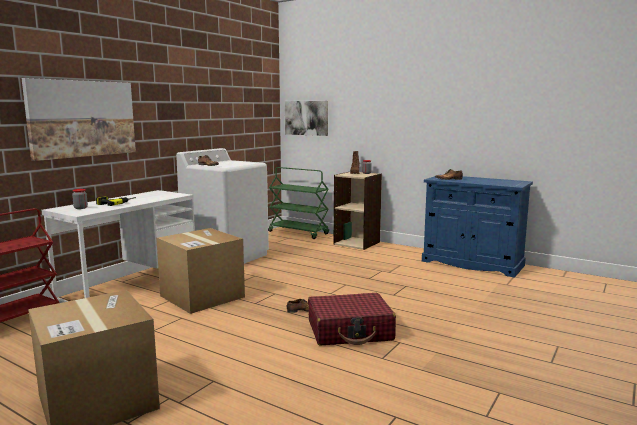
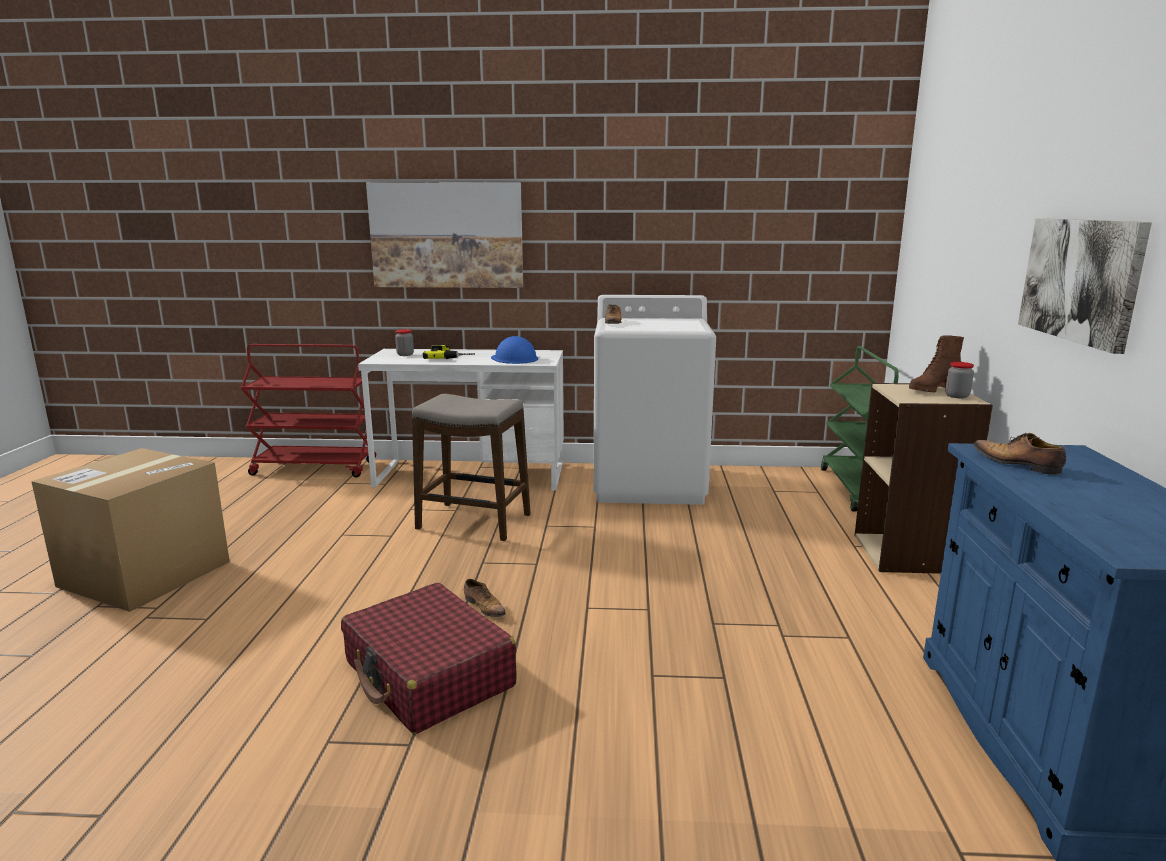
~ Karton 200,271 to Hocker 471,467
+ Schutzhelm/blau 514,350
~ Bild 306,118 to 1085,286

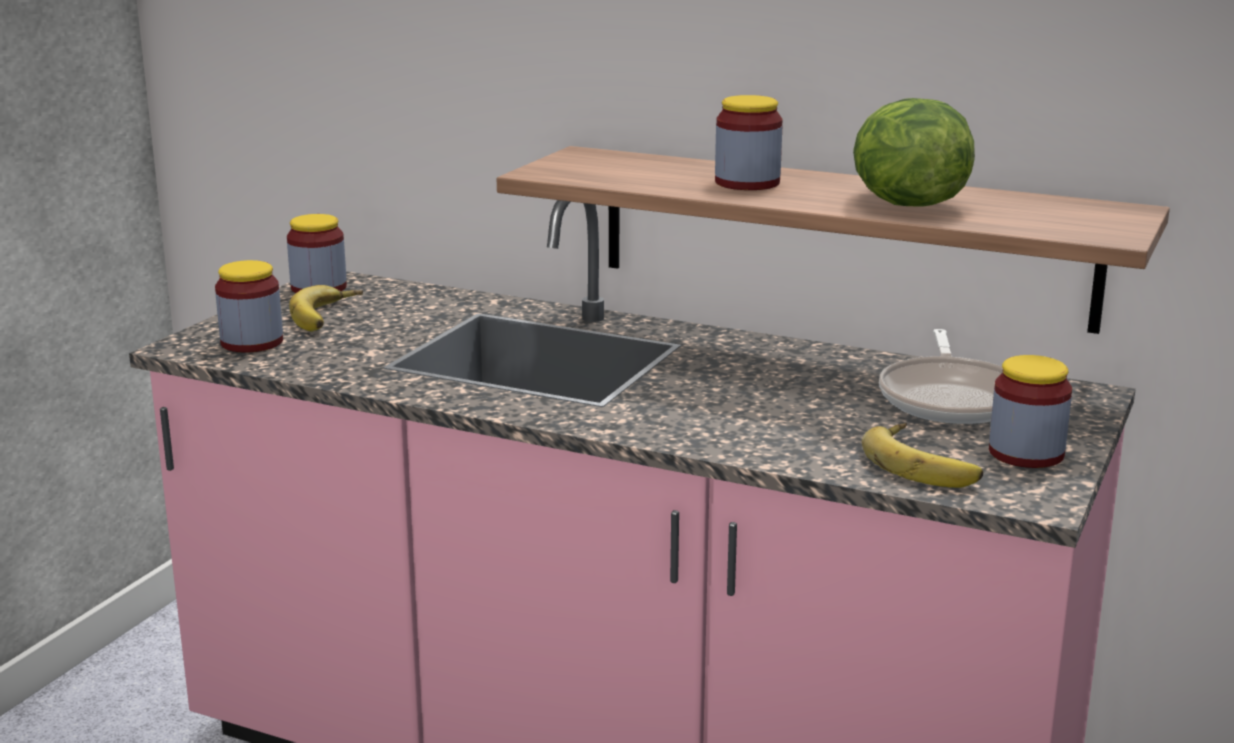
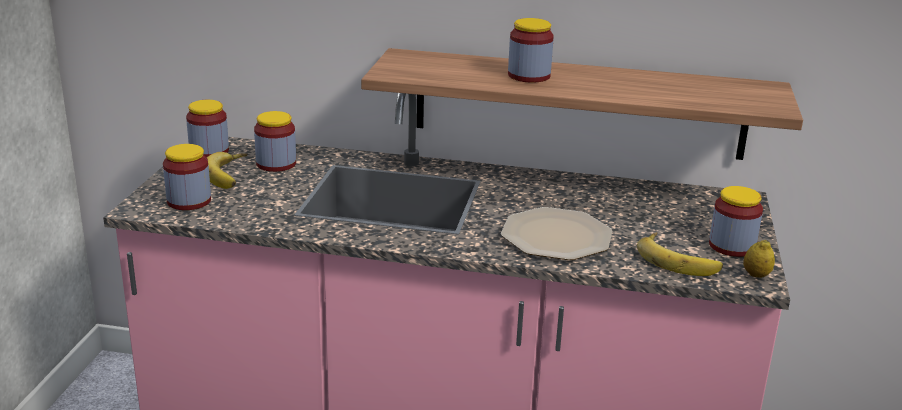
+ Vorratsglas 275,141
+ Teller 556,233
+ Zitrone 759,259
- Salatkopf 914,152
- Pfanne 941,376

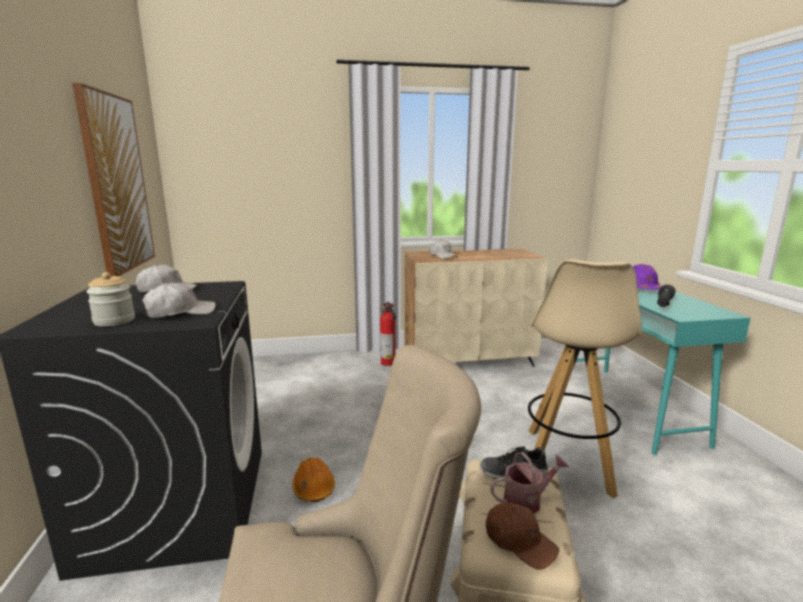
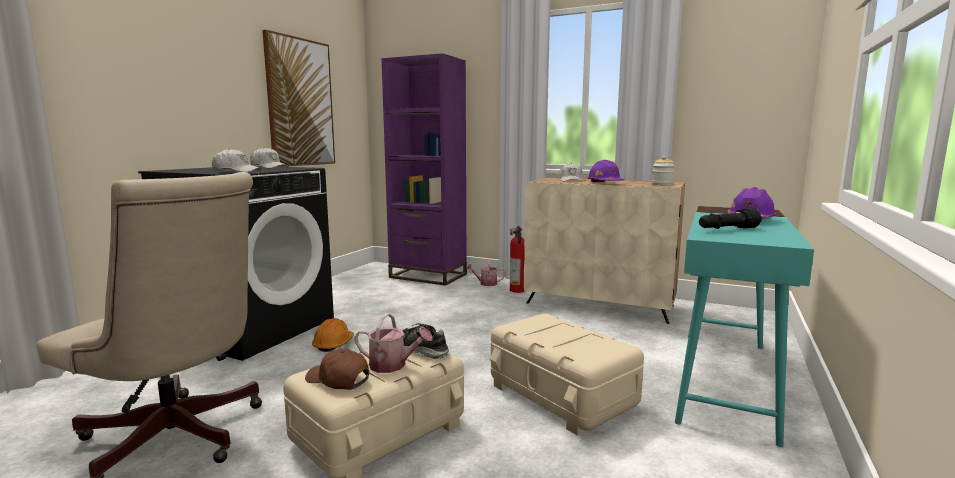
~ Kappe/braun 522,536 = 337,369 135 degrees clockwise
+ Bücherregal/lila 424,169
+ Gießkanne 486,272
~ Hocker/beige 585,379 to Aufbewahrungsbox/beige 567,375
+ Schutzhelm/lila 605,171
~ Vorratsglas 110,299 to 663,171

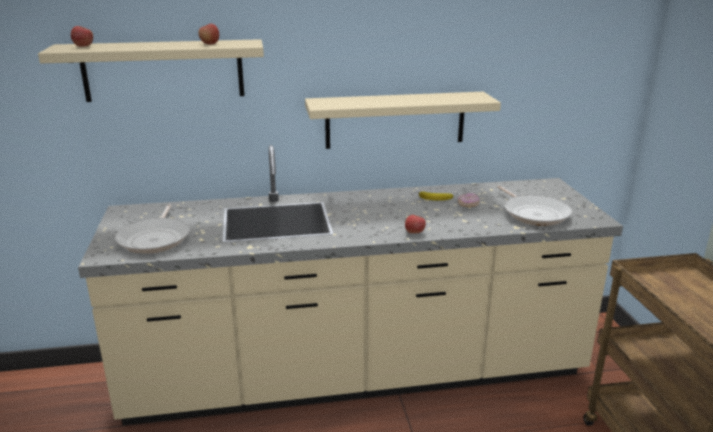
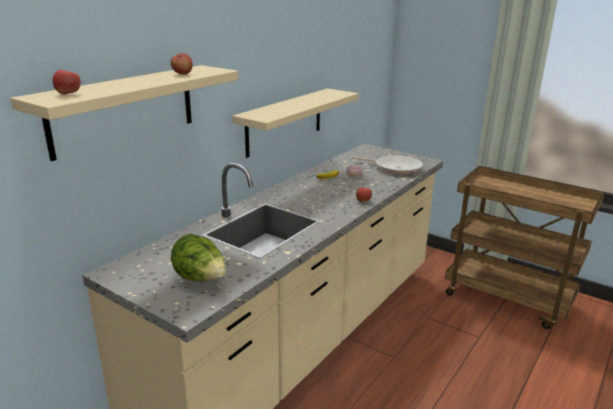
~ Pfanne 152,229 to Salatkopf 198,258

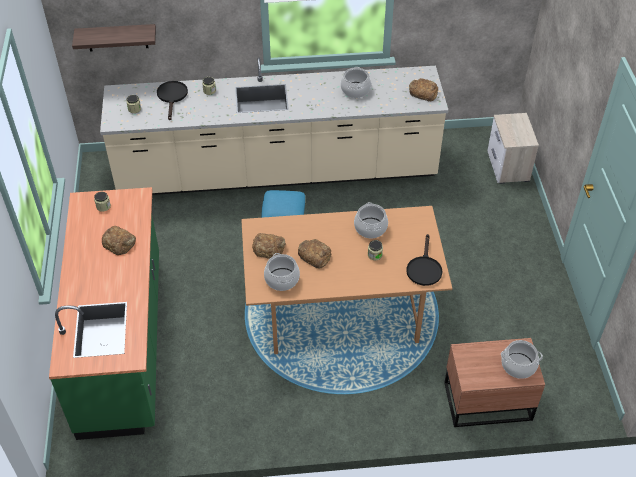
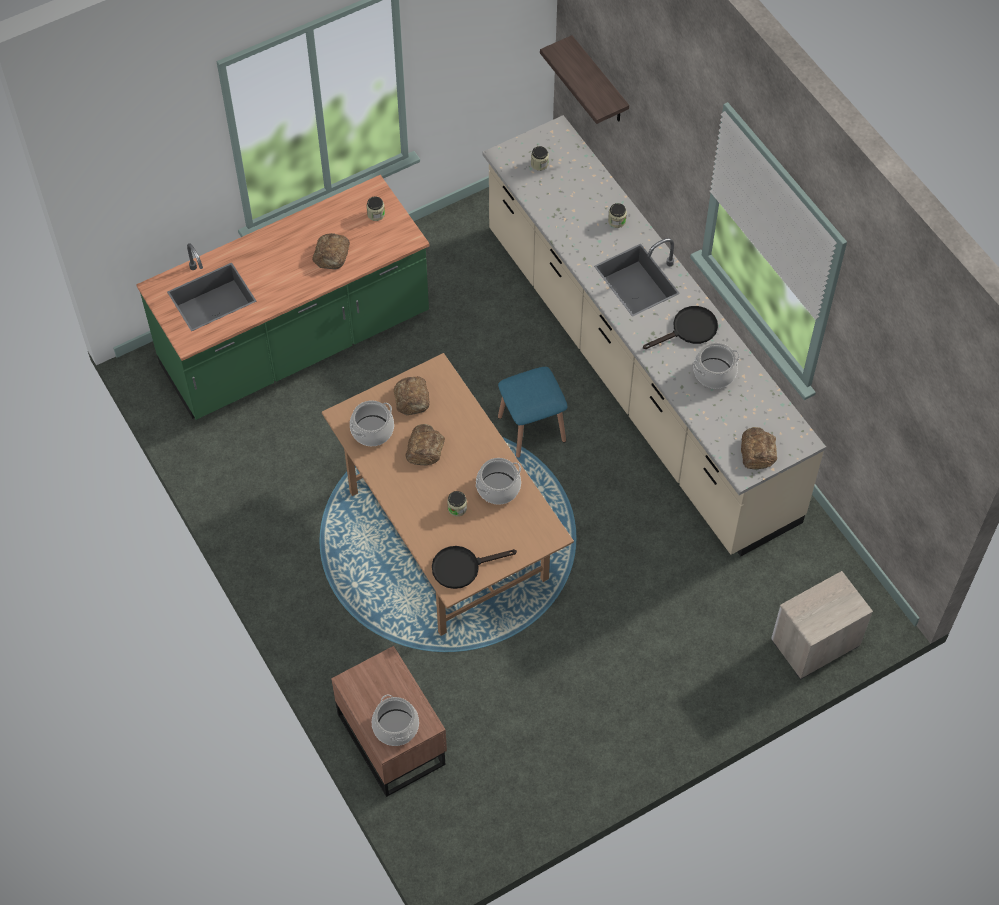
~ Pfanne/schwarz 172,100 to 680,327

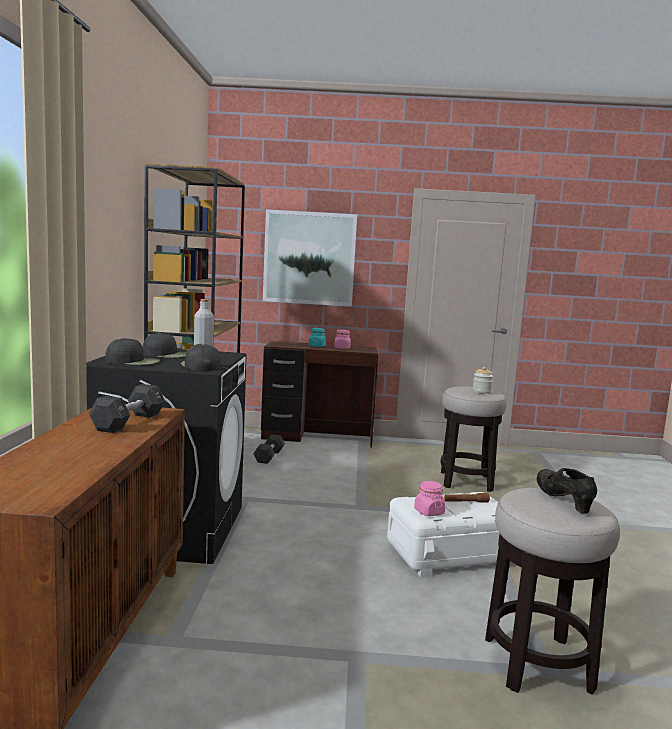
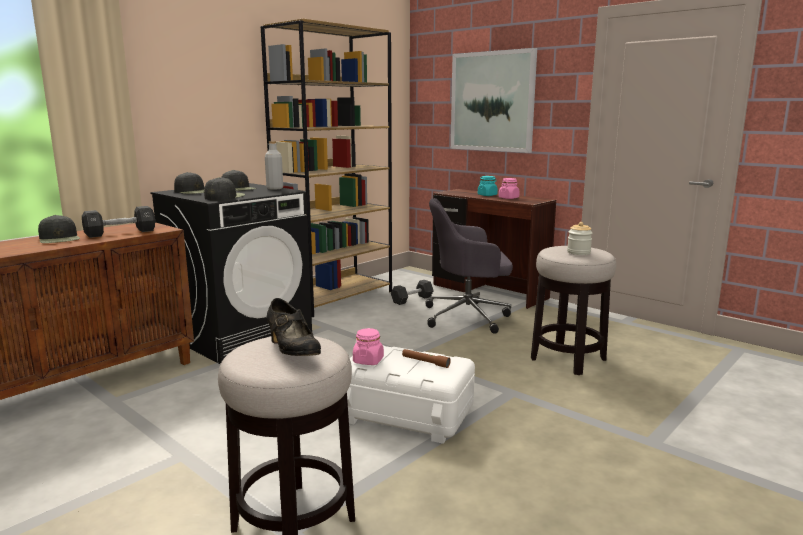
+ Kappe/schwarz 59,229
~ Schuh/schwarz 567,491 = 294,327 120 degrees clockwise
+ Bürostuhl/grau 469,266

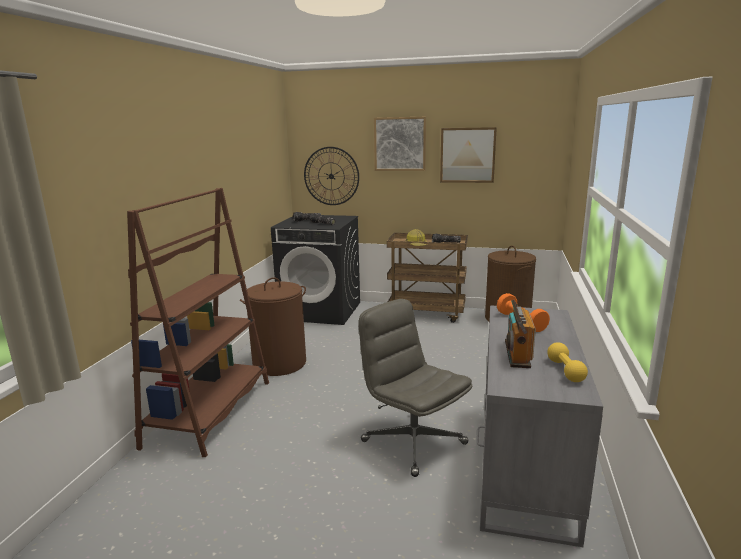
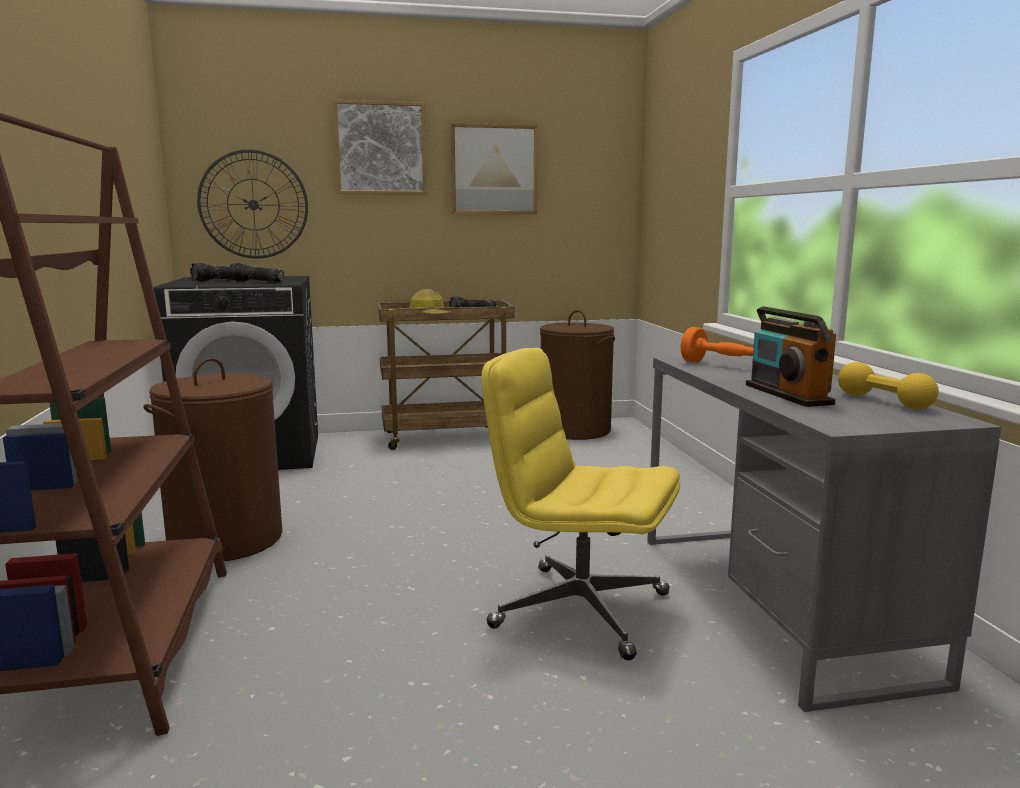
~ Bürostuhl/grau 415,388 to Bürostuhl/gelb 580,504

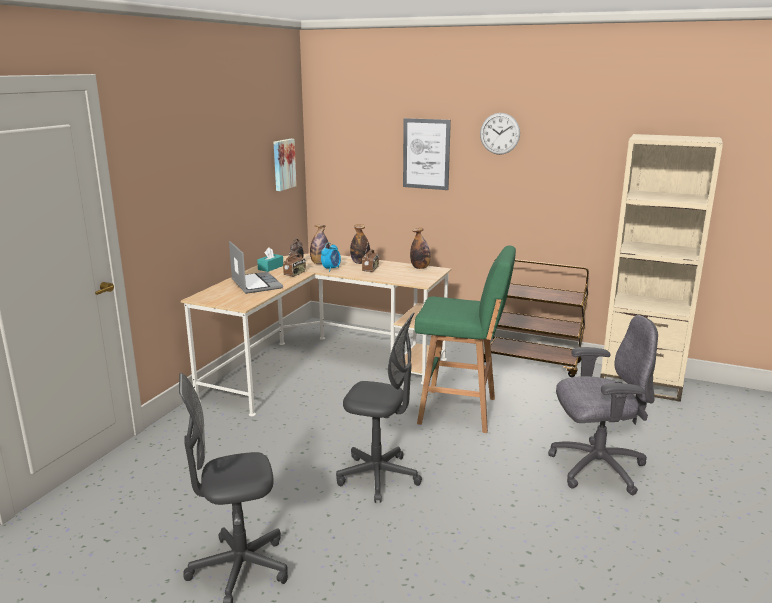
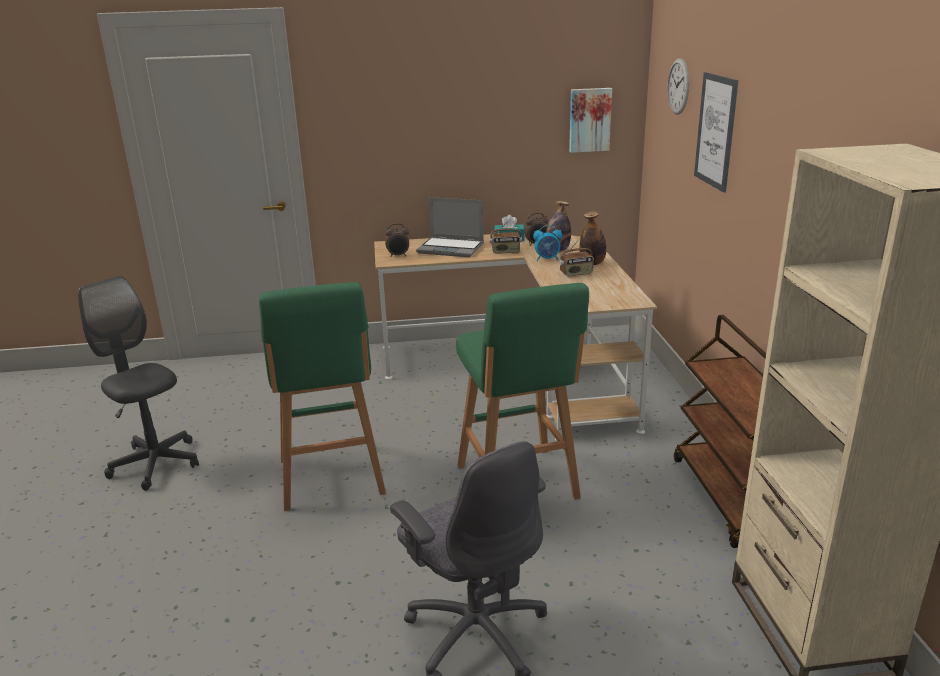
~ Bürostuhl/grau 379,407 to Hocker/grün 322,396
+ Wecker 397,240
~ Laptop 256,267 = 450,227 75 degrees clockwise
~ Wanduhr 500,134 to 678,86
- Flasche 420,248

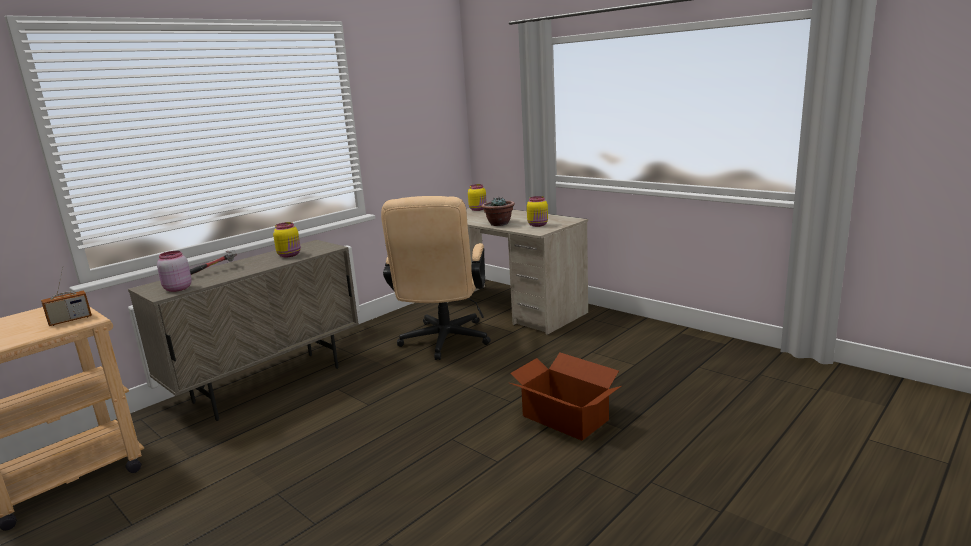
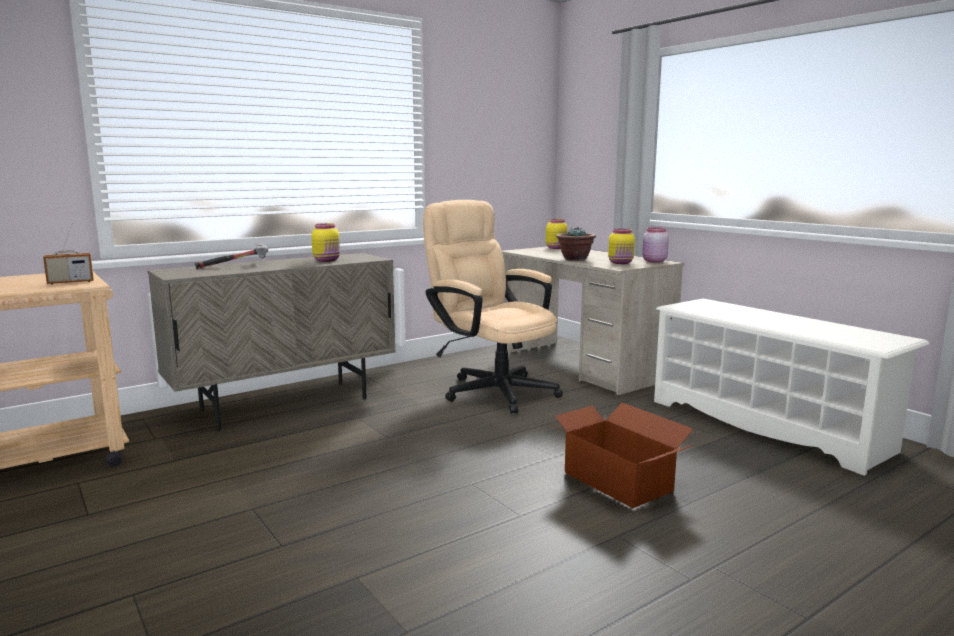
~ Bürostuhl/beige 436,278 = 493,307 120 degrees clockwise
~ Vorratsglas/rosa 174,271 to 655,244
+ Schuhregal/weiß 791,387

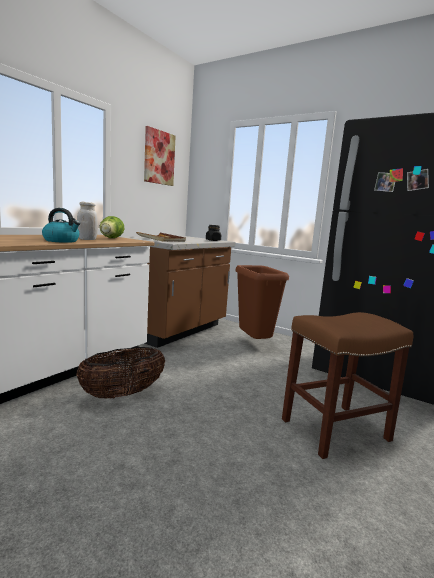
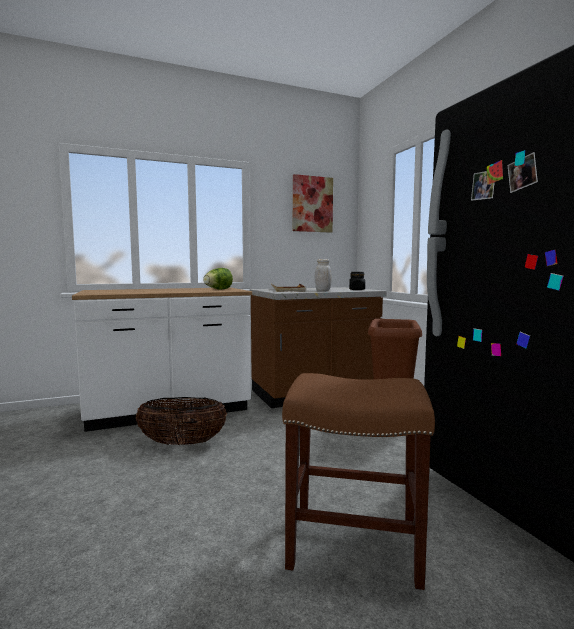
~ Vorratsglas/weiß 87,221 to 323,275
- Wasserkessel 61,225

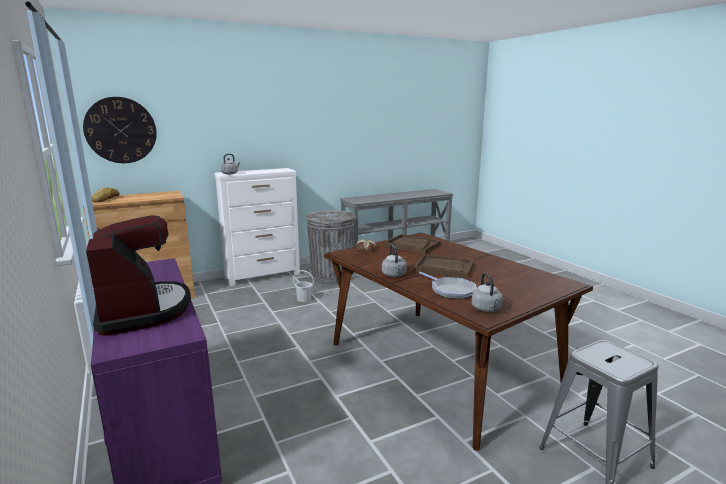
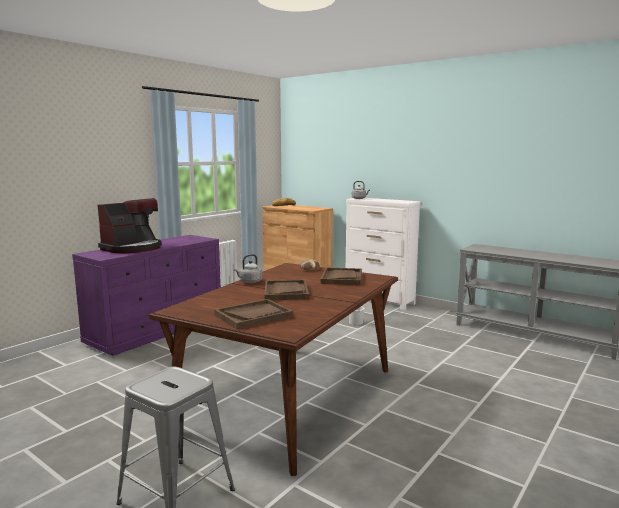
+ Tablett/braun 253,314
- Wanduhr 120,130
- Mülleimer/grau 330,247
- Pfanne 448,285
- Wasserkessel/grau 487,292

